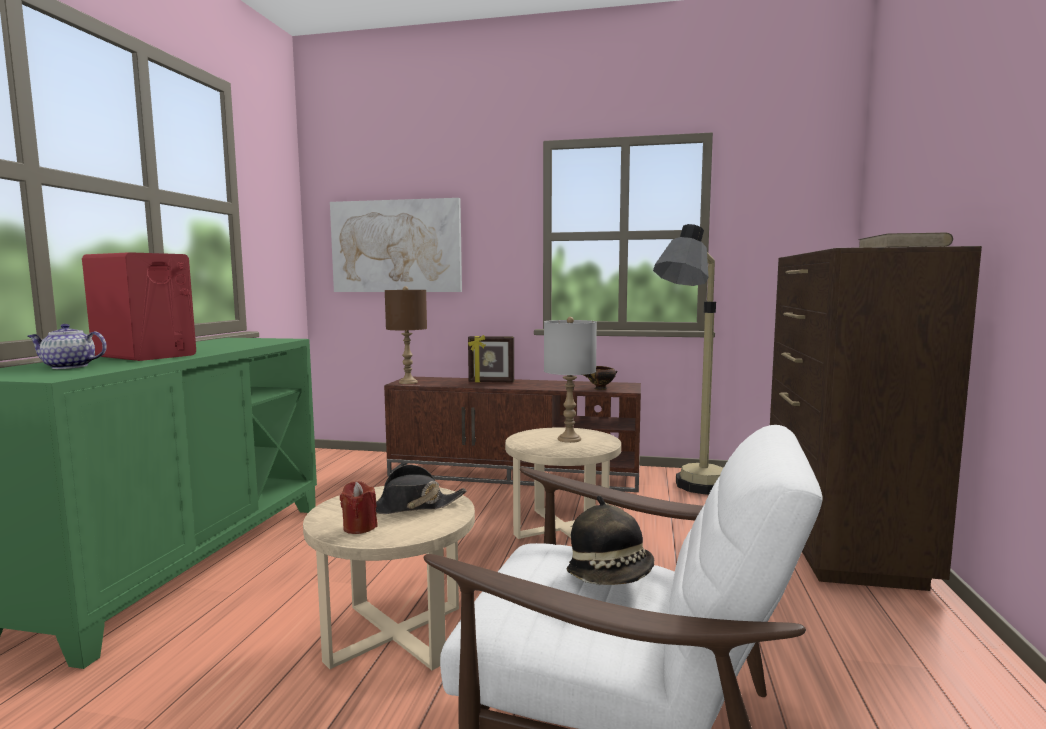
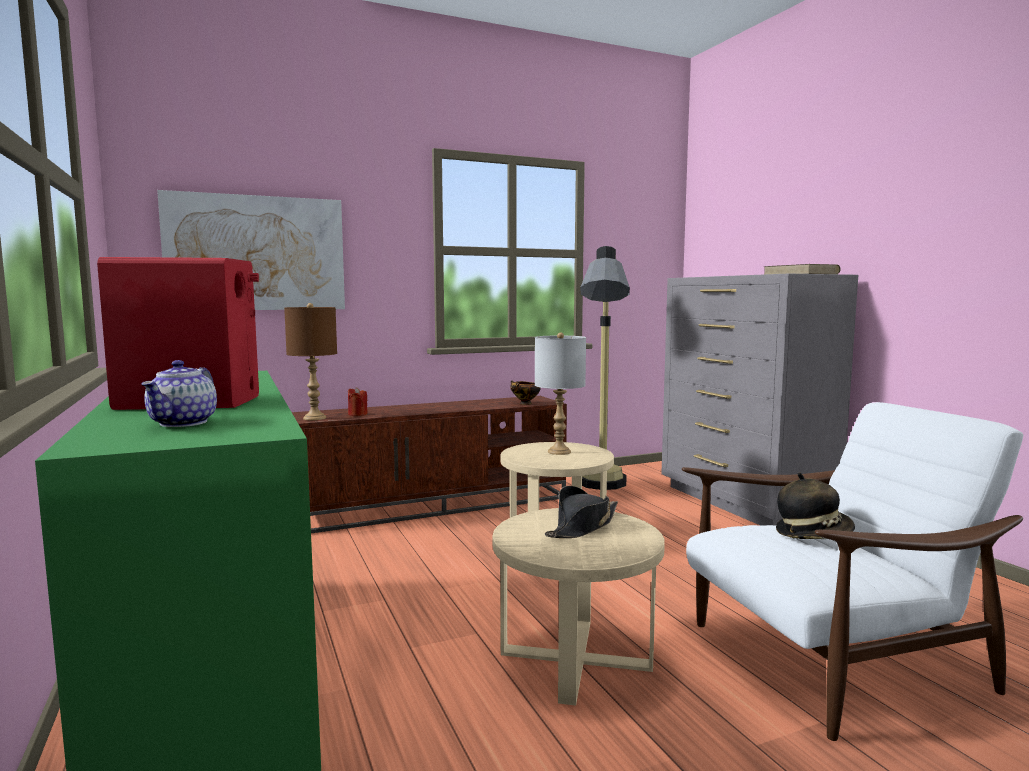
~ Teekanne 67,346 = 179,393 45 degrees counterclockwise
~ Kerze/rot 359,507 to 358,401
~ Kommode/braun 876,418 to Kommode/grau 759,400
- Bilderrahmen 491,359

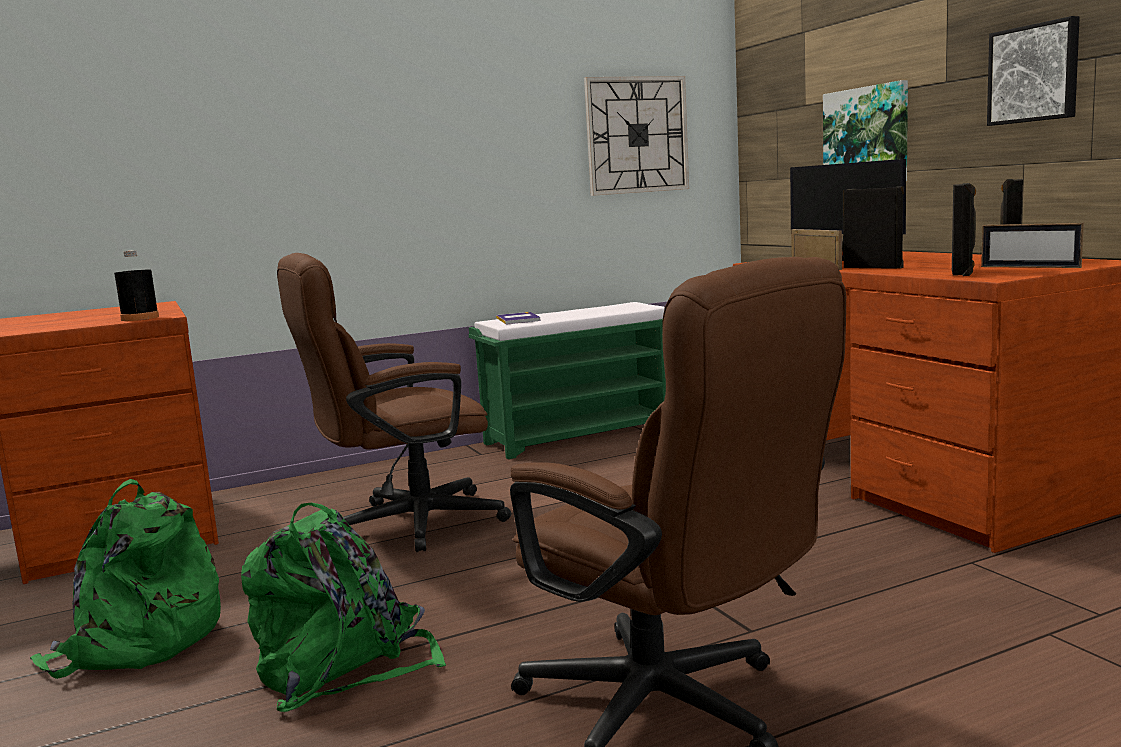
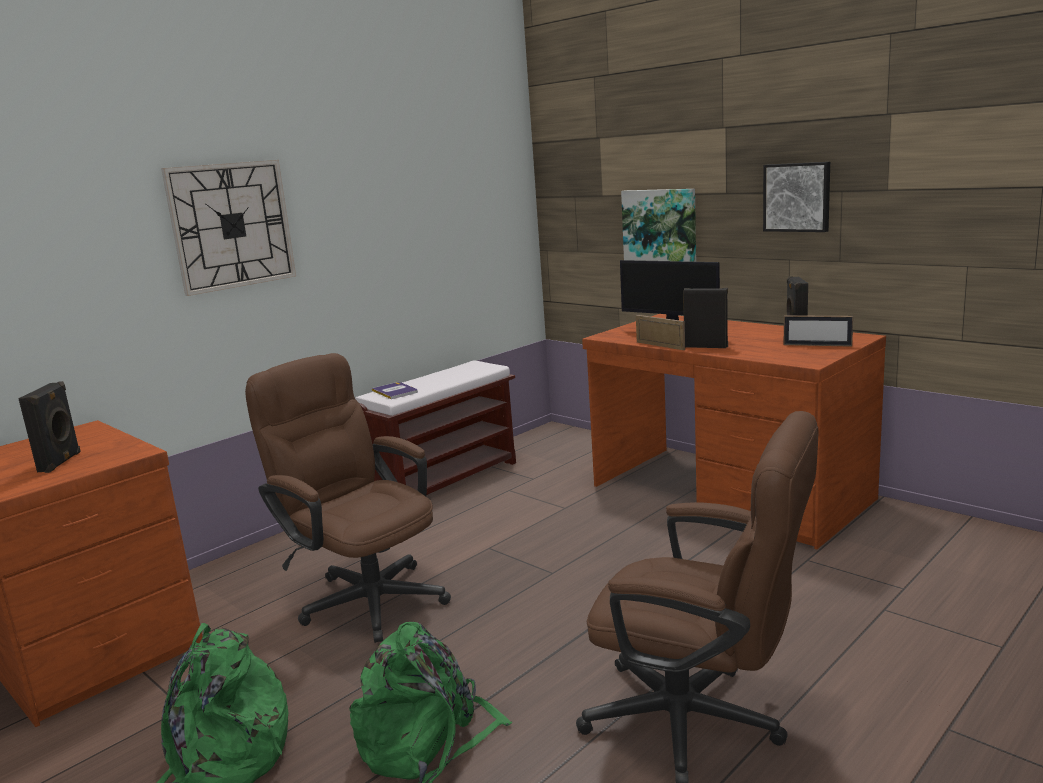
~ Lautsprecher/schwarz 964,229 to 49,427
~ Wanduhr 636,136 to 228,228
~ Bürostuhl/braun 394,402 = 348,498 90 degrees clockwise
~ Bank/grün 567,380 to Bank/braun 435,427
- Flasche/schwarz 136,285

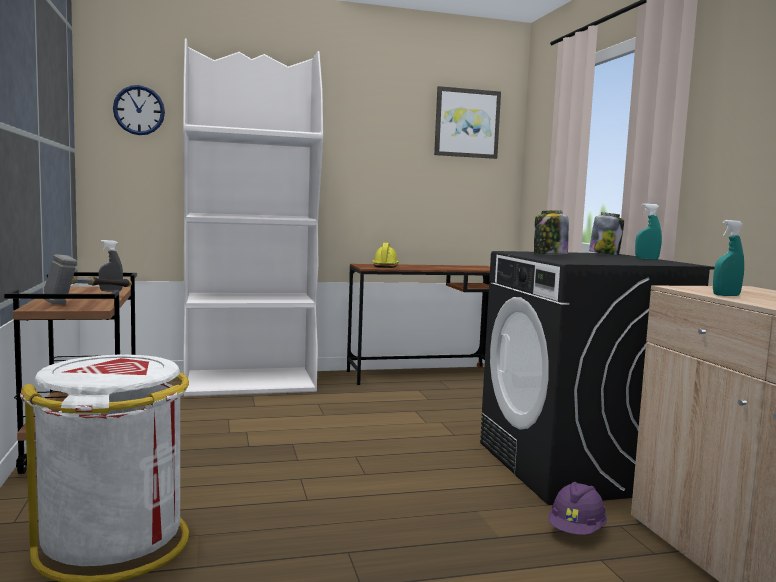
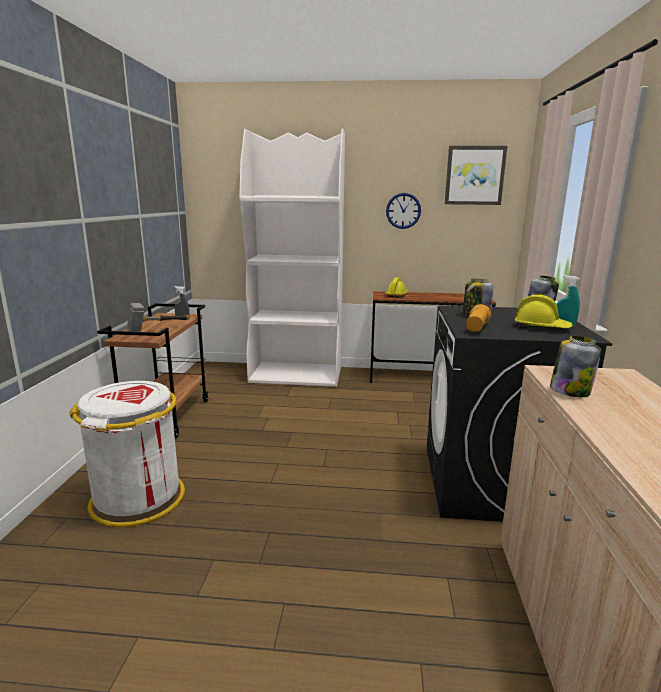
~ Wanduhr 139,110 to 403,211
+ Taschenlampe 479,317
+ Schutzhelm/gelb 544,311
~ Sprühflasche/türkis 728,258 to Vorratsglas 576,366
- Schutzhelm/lila 578,508

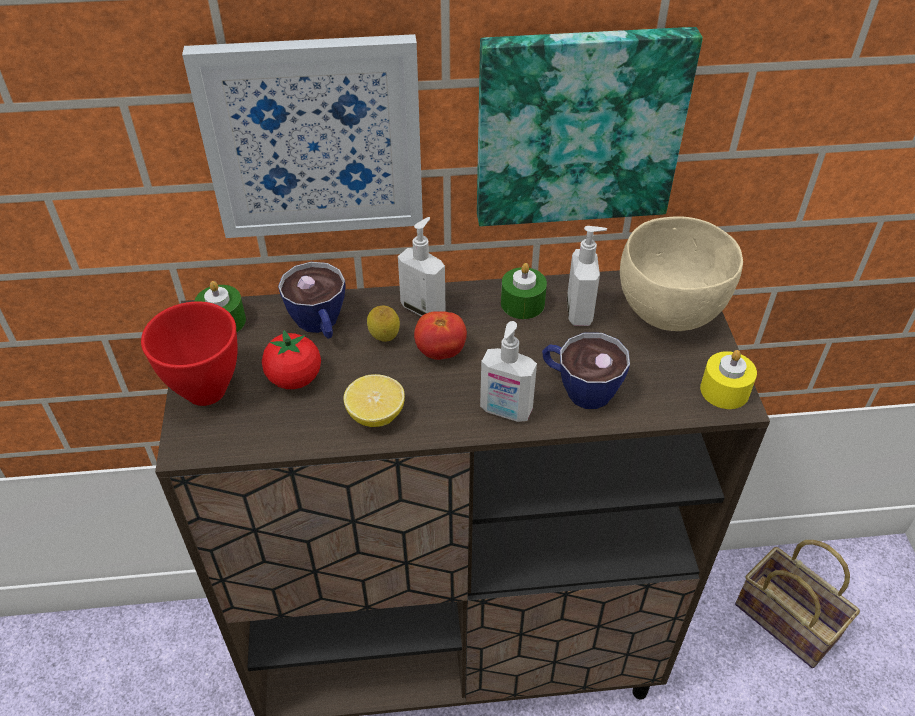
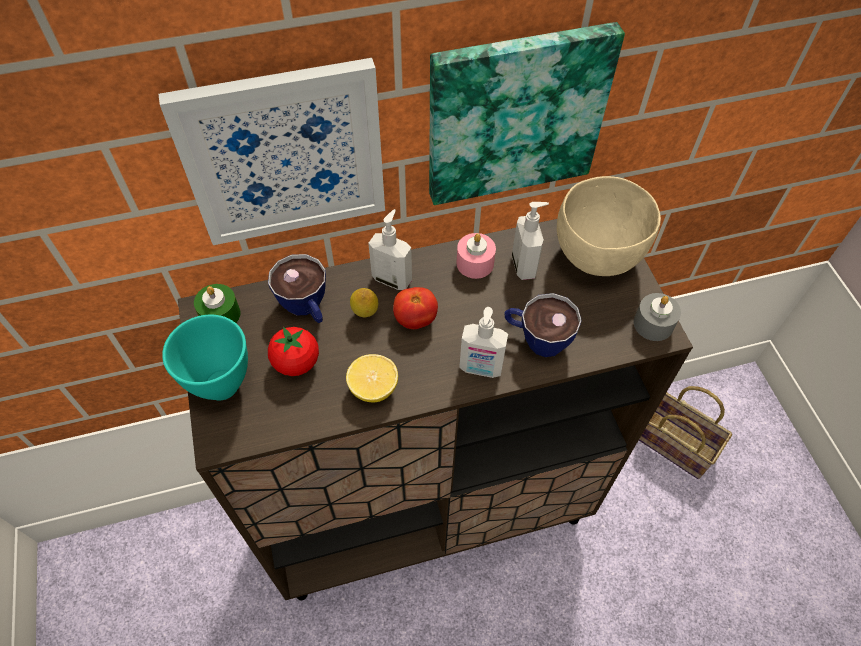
~ Schüssel/rot 189,354 to Schüssel/türkis 205,357
~ Kerze/grün 524,291 to Kerze/rosa 476,256
~ Kerze/gelb 728,379 to Kerze/grau 657,317

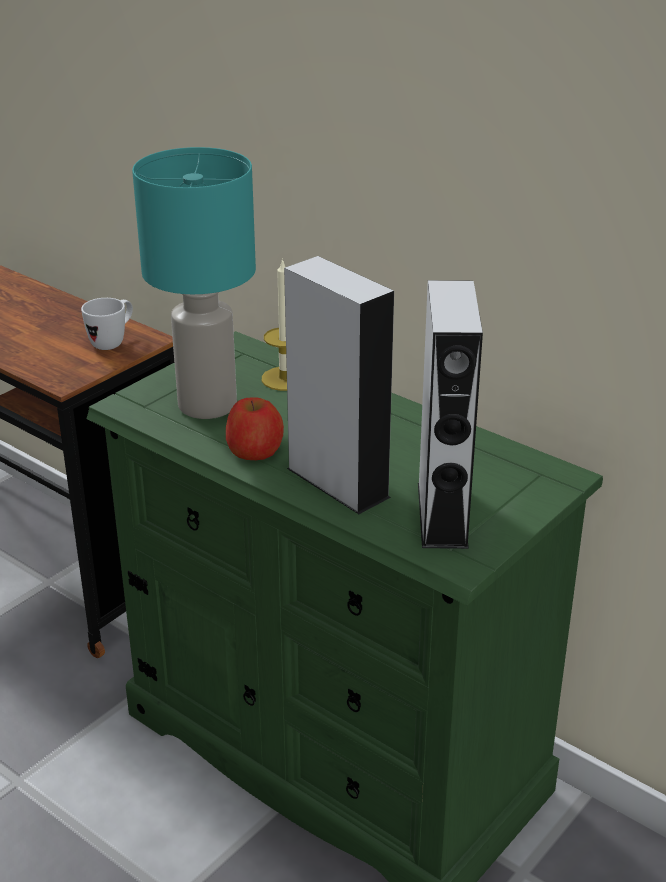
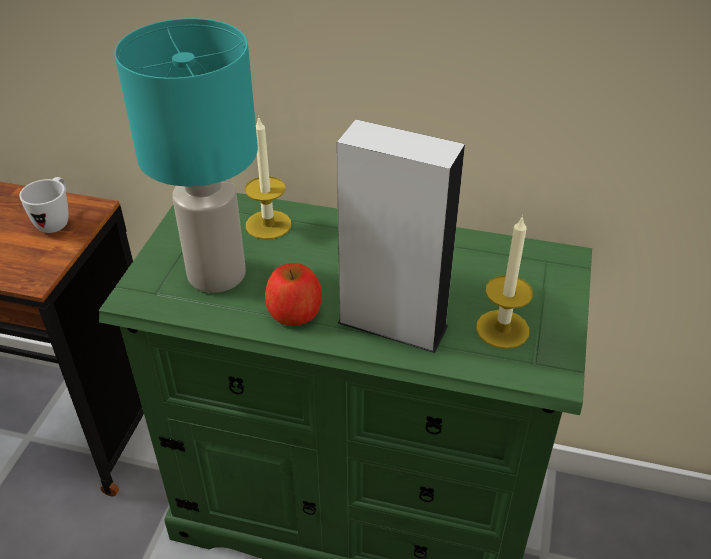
~ Lautsprecher/grau 450,414 to Kerze 504,282

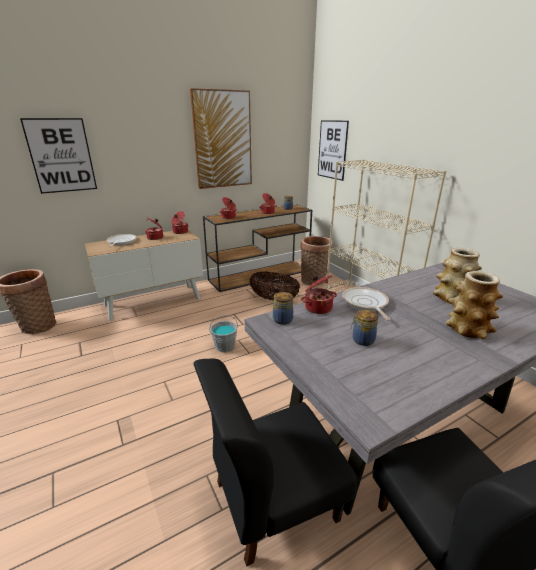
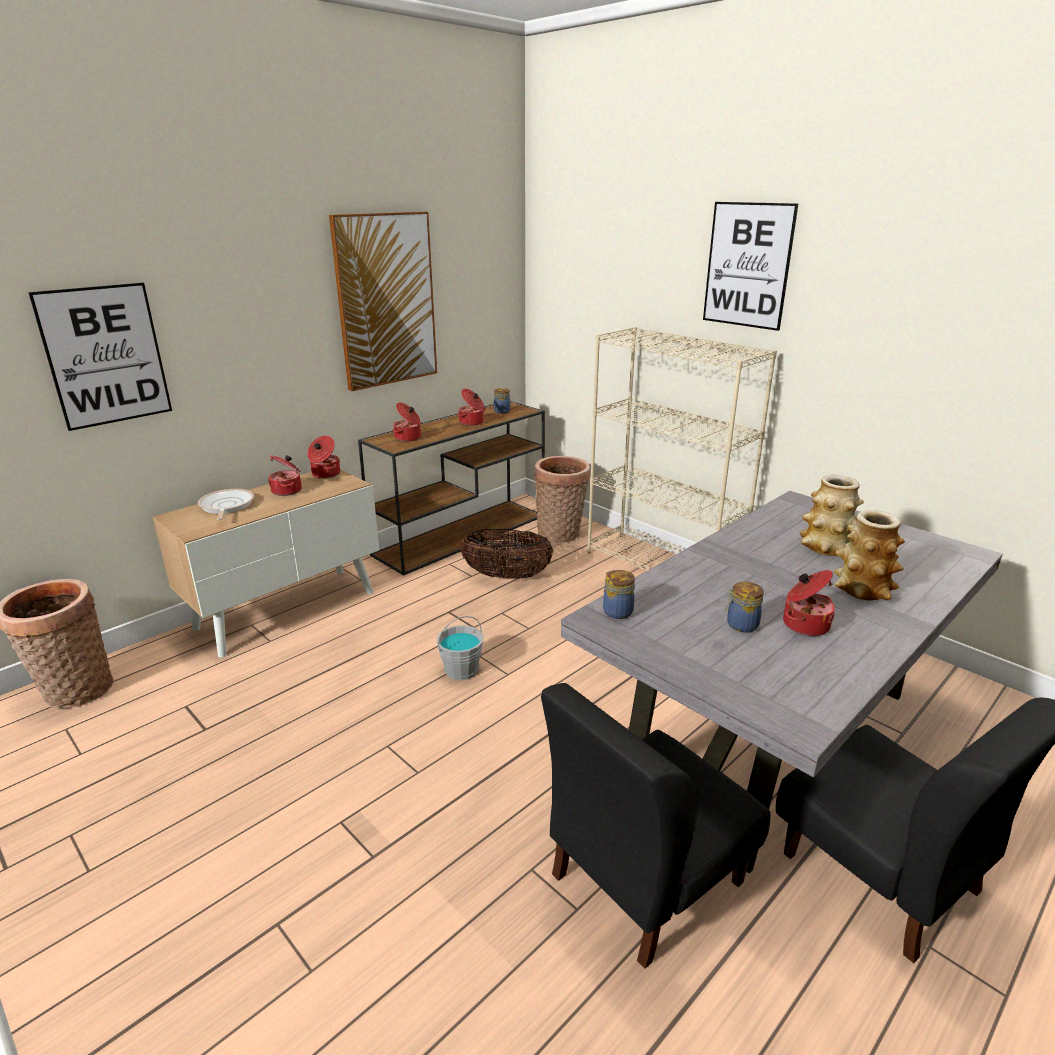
~ Bild 333,150 to 750,266
~ Kochtopf 319,294 to 809,603
- Pfanne 366,303

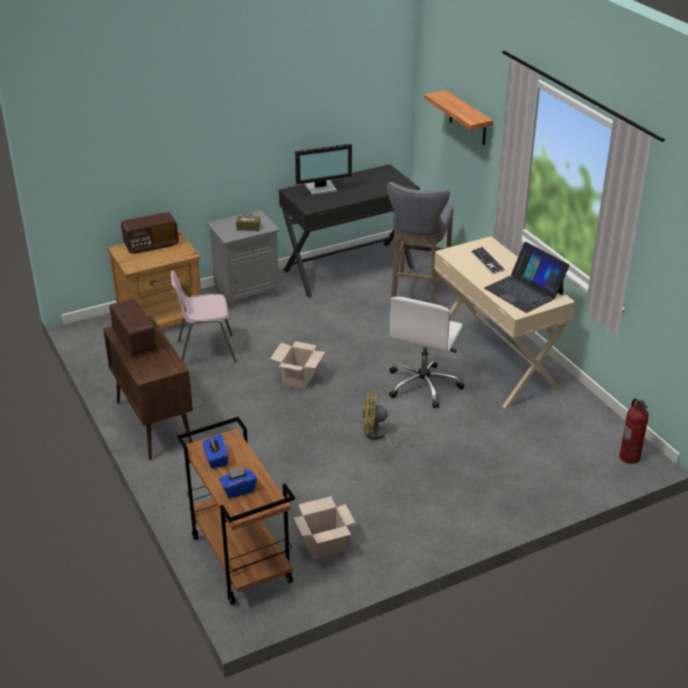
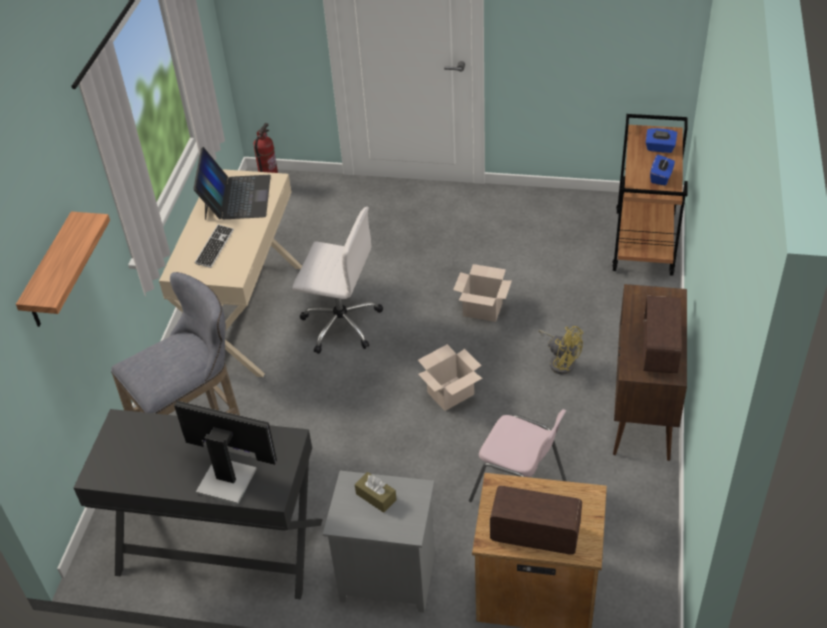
~ Bürostuhl/weiß 426,352 = 337,280 45 degrees clockwise
~ Karton 324,527 to 482,293
~ Ventilator/gelb 386,420 to 561,350

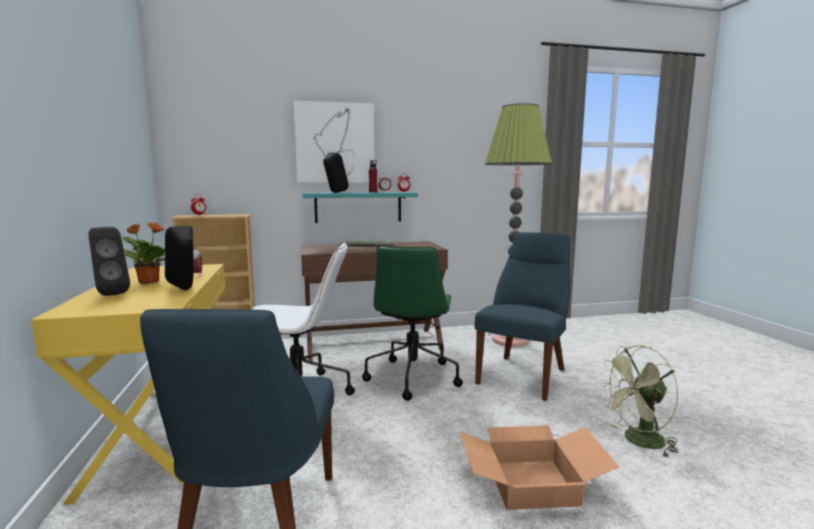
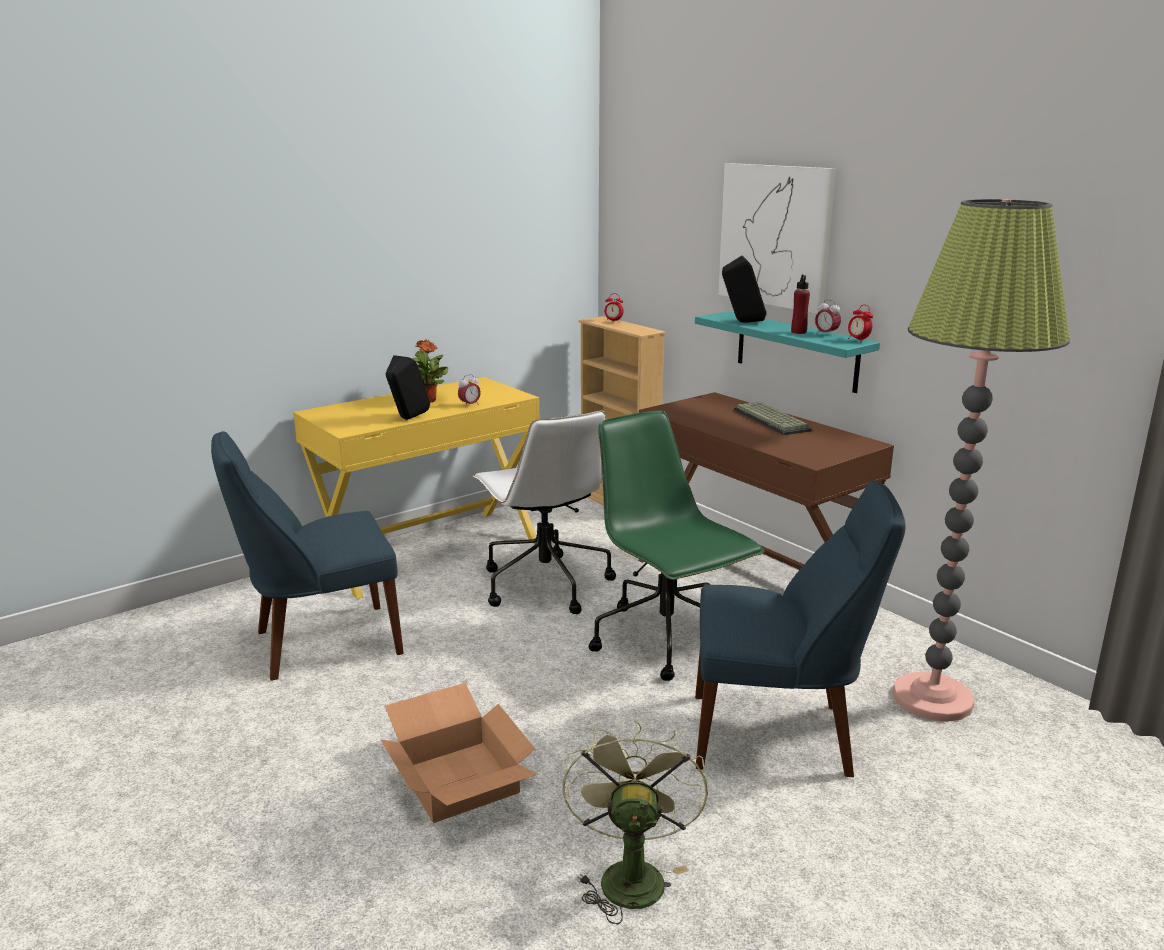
~ Ventilator/grün 639,401 = 635,822 45 degrees clockwise
~ Bürostuhl/grün 412,323 = 676,546 75 degrees clockwise
- Lautsprecher/schwarz 109,261

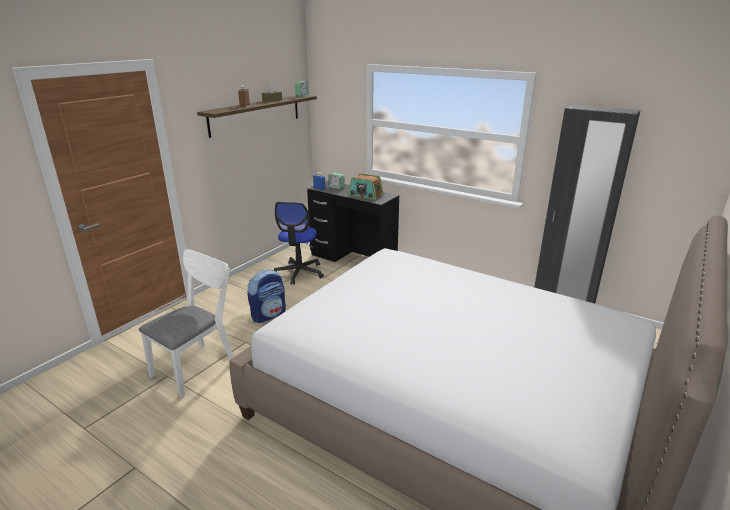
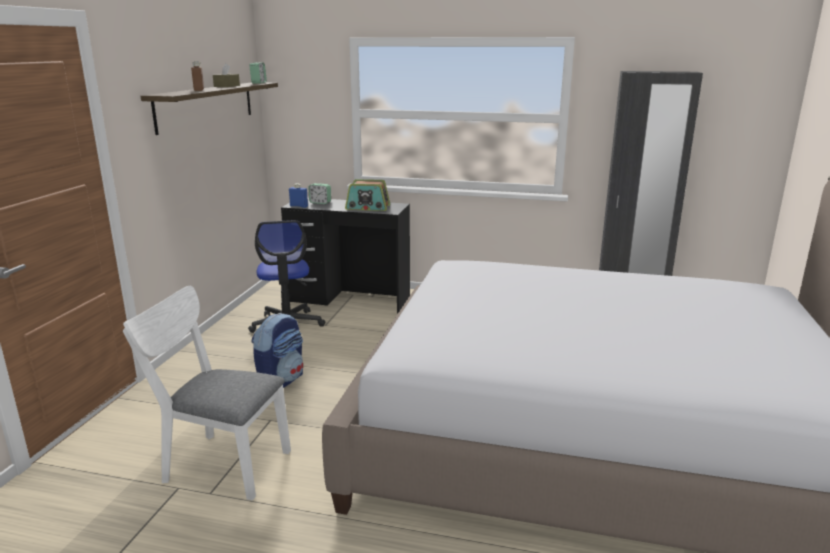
~ Stuhl/weiß 186,323 = 207,393 90 degrees counterclockwise

